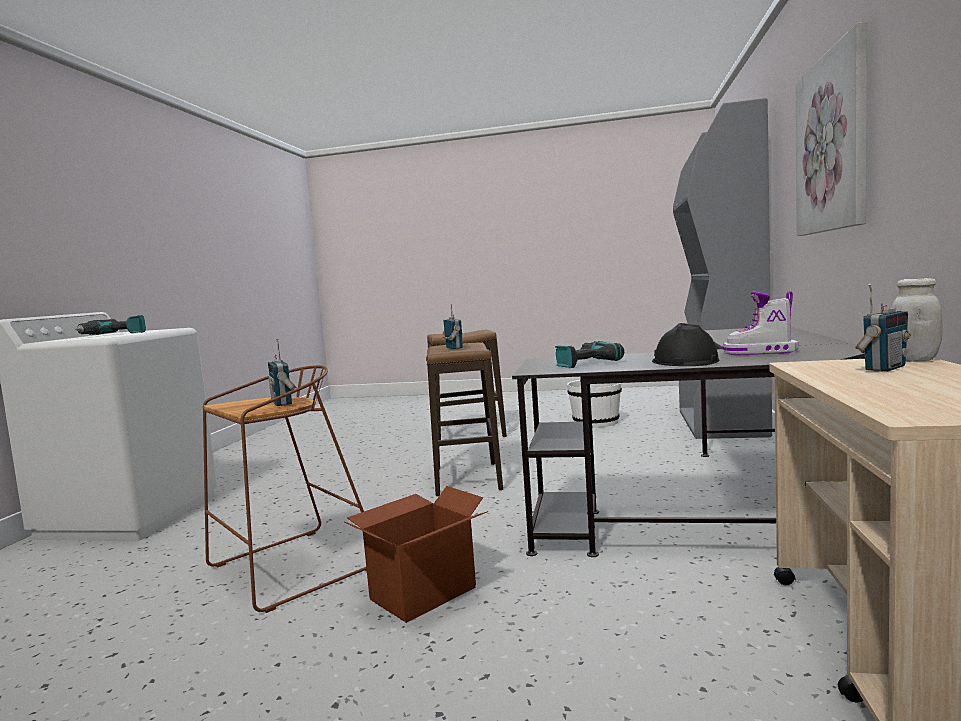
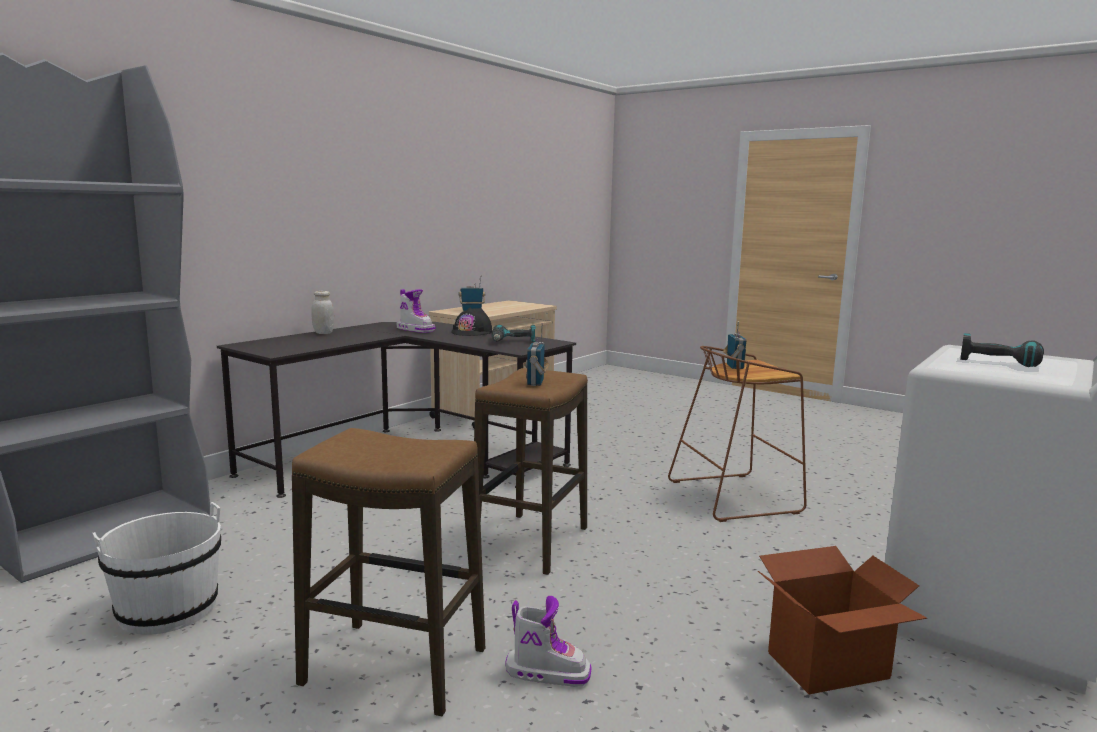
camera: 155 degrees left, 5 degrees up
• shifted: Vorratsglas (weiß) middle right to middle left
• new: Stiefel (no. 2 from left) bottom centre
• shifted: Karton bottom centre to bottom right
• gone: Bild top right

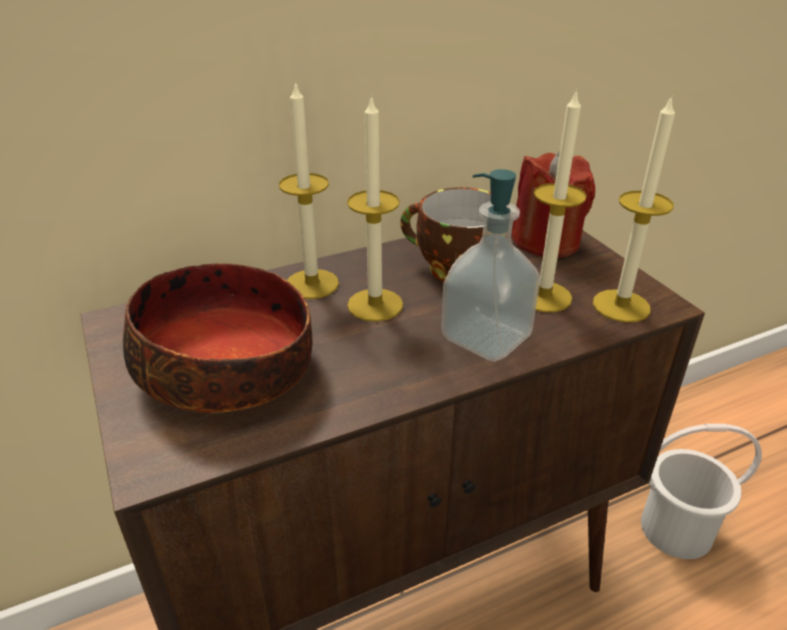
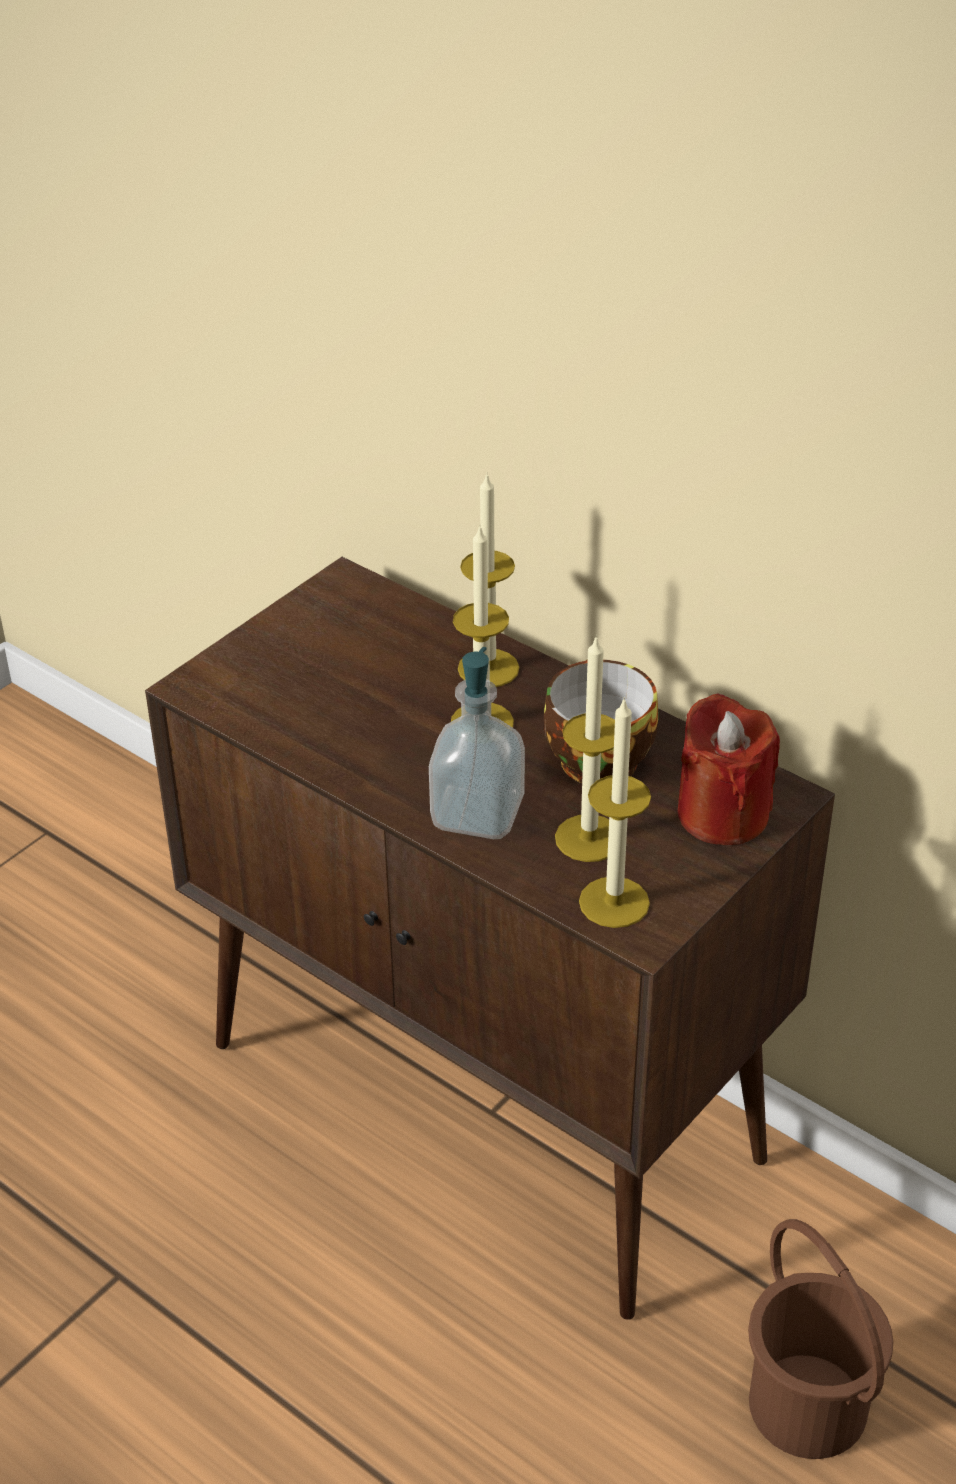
camera: 65 degrees right, 5 degrees up
• repainted: Eimer (weiß) bottom right to Eimer (braun) bottom right
• gone: Schüssel middle left

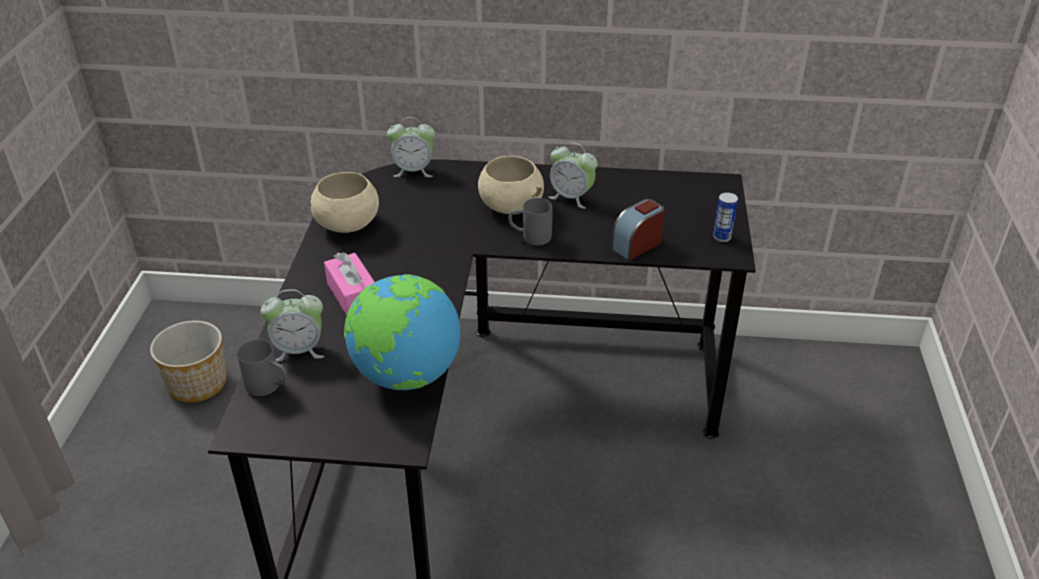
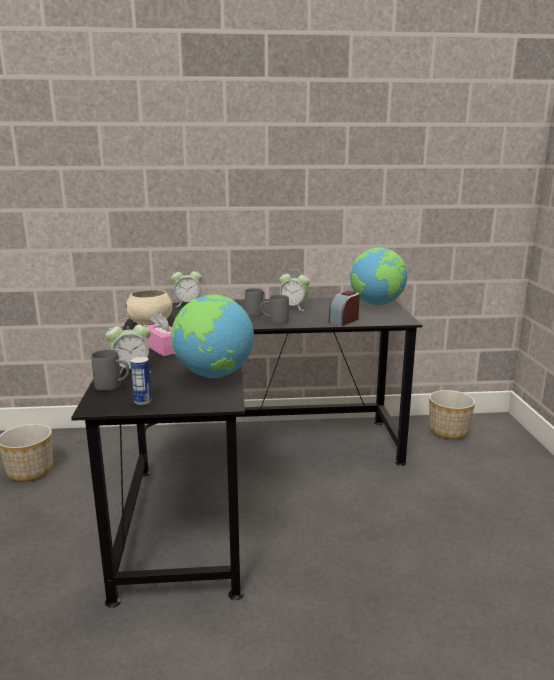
camera: 10 degrees left, 20 degrees down
• shifted: Dose middle right to middle left
• swapped: Schüssel (beige) (no. 2 from left) top centre to Henkelbecher (grau) (no. 2 from left) centre
• new: Globus (no. 2 from left) middle right
• new: Pflanzkübel (no. 2 from left) middle right

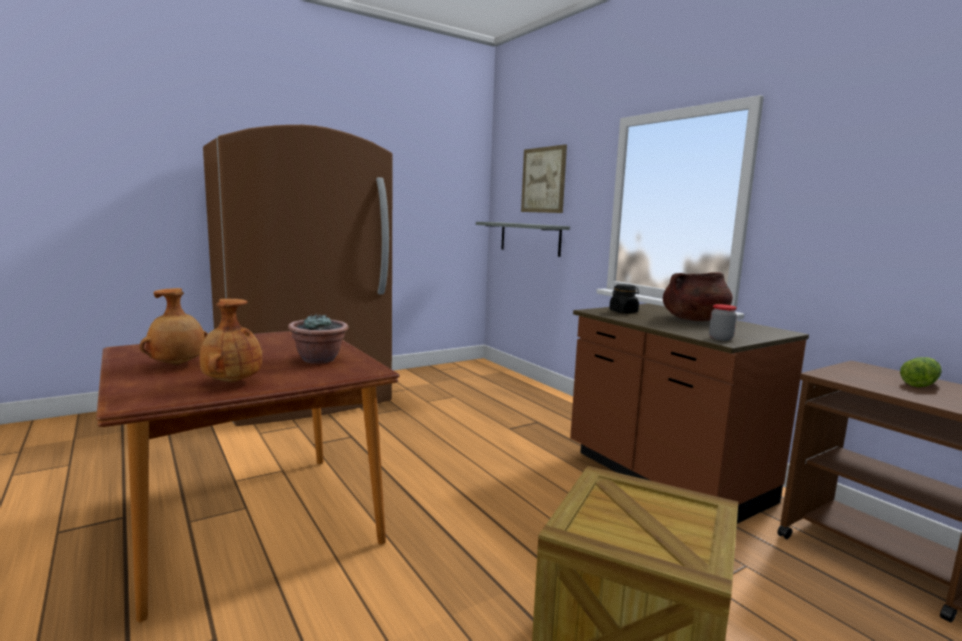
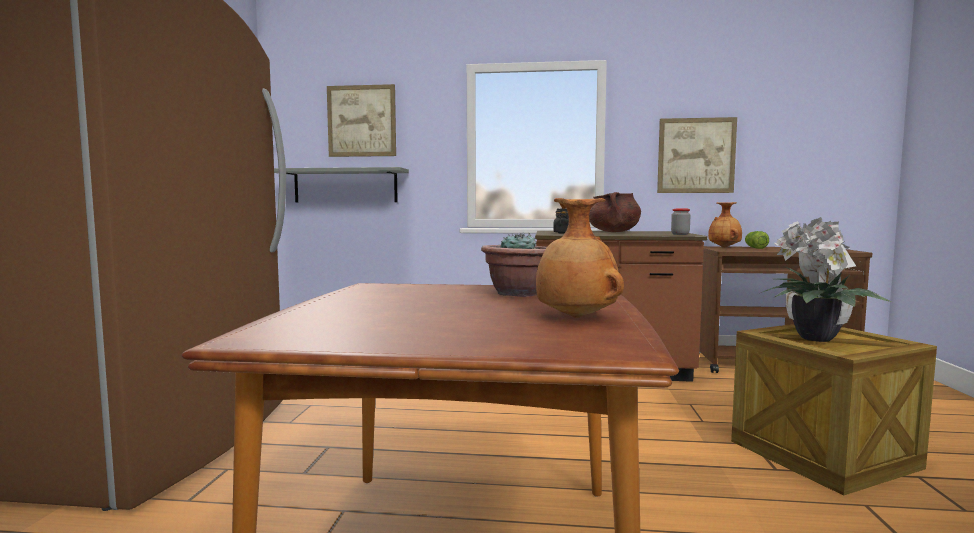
camera: 50 degrees left, 5 degrees down
• new: Bild (no. 2 from left) top right
• shifted: Vase (braun) (no. 1 from left in the first image) middle left to Vase (braun) (no. 2 from left) middle right
• new: Topfpflanze (no. 2 from left) middle right

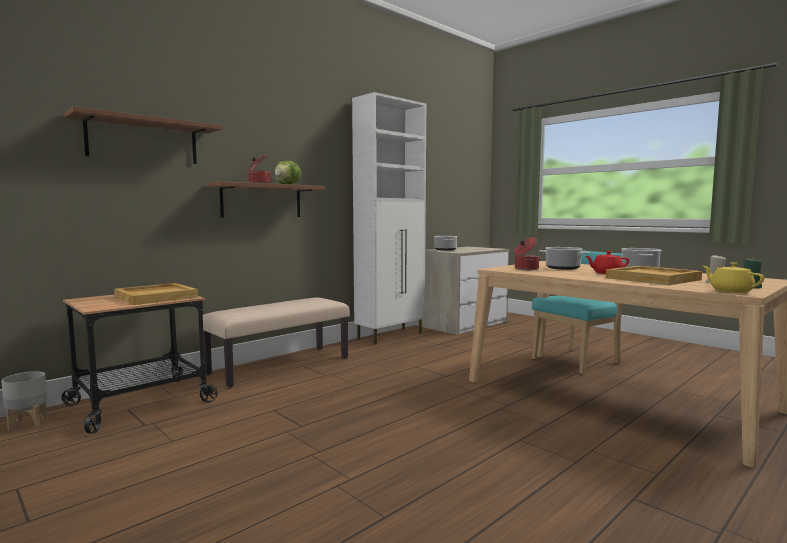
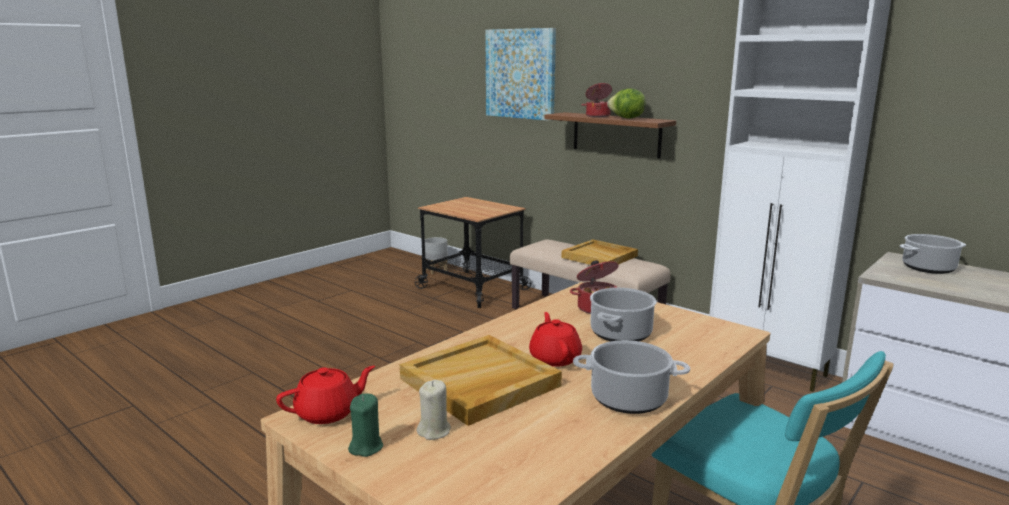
camera: 85 degrees right, 10 degrees up
• repainted: Teekanne (gelb) middle right to Teekanne (rot) (no. 1 from left) bottom left
• swapped: Wandregal (braun) (no. 1 from left) top left to Bild top centre
• shifted: Tablett (beige) (no. 1 from left in the first image) middle left to Tablett (beige) (no. 2 from left) centre

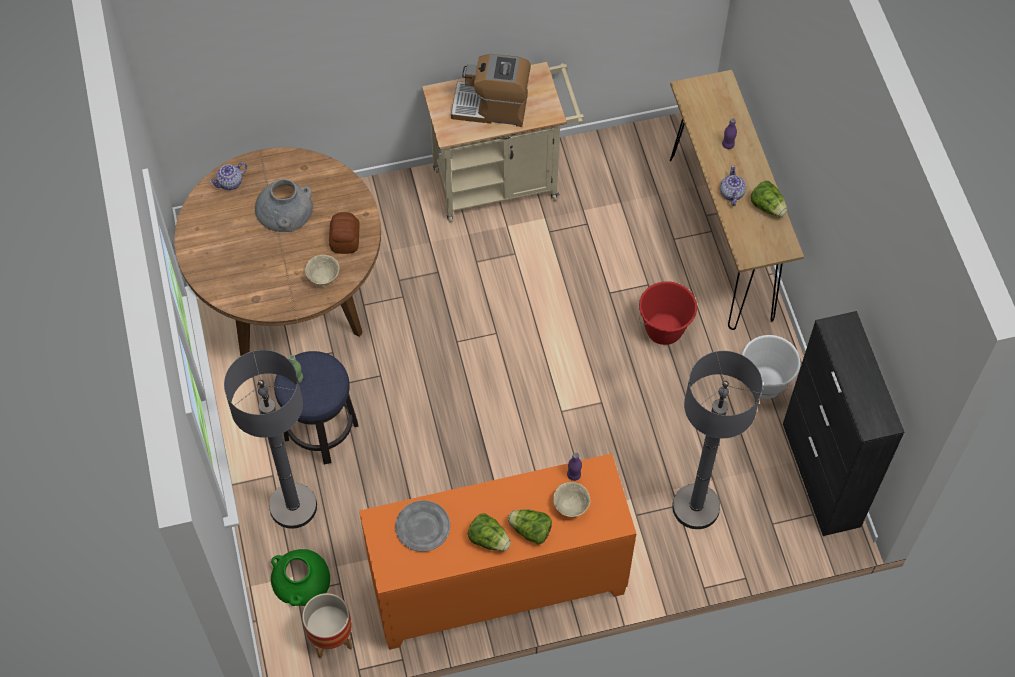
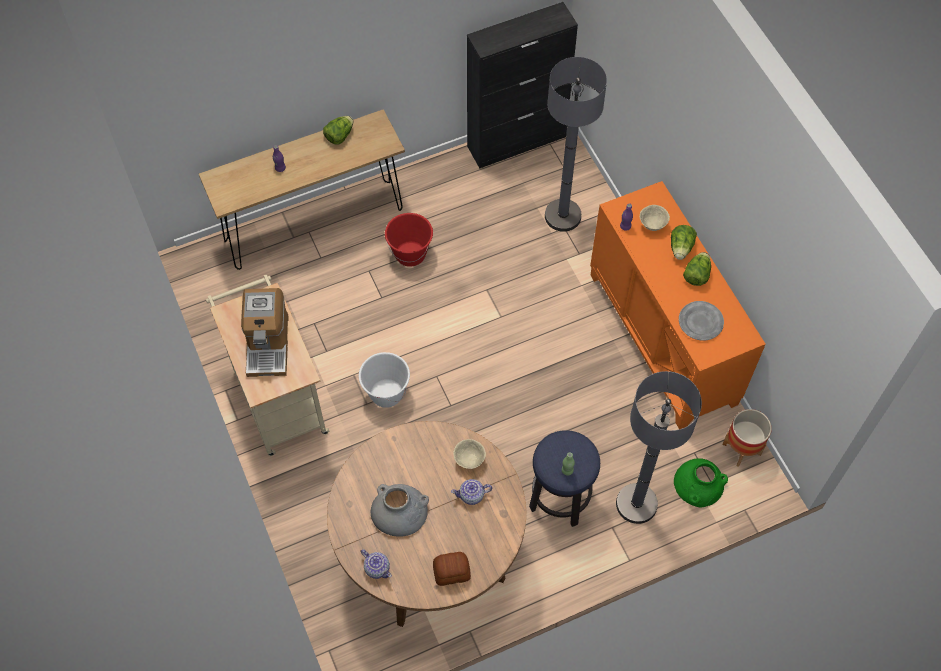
camera: 100 degrees left, 0 degrees up
• shifted: Eimer (weiß) middle right to centre
• shifted: Brot centre to bottom centre
• shifted: Teekanne (no. 2 from left) top right to bottom centre

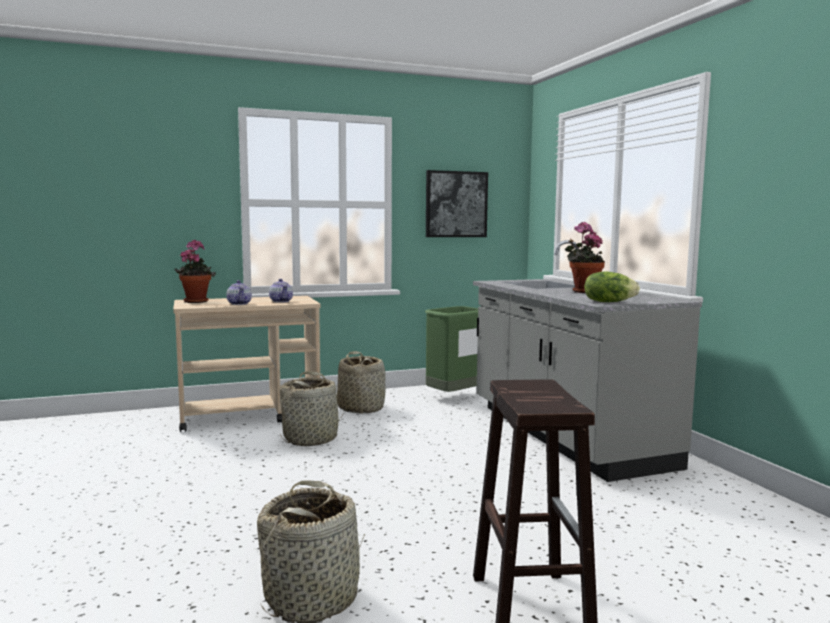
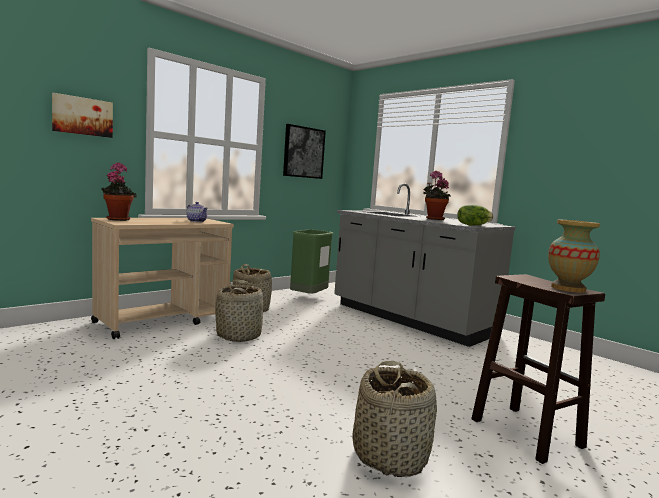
camera: 25 degrees left, 0 degrees up
• new: Bild (no. 1 from left) top left
• new: Vase middle right
• gone: Teekanne (no. 1 from left) middle left

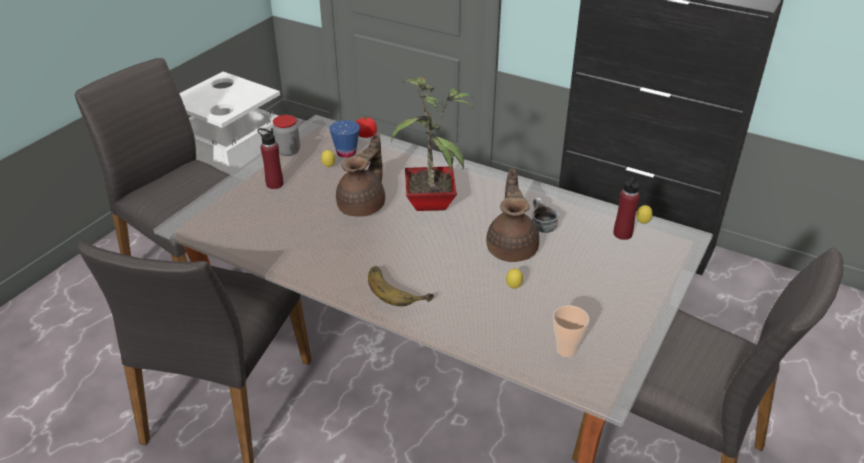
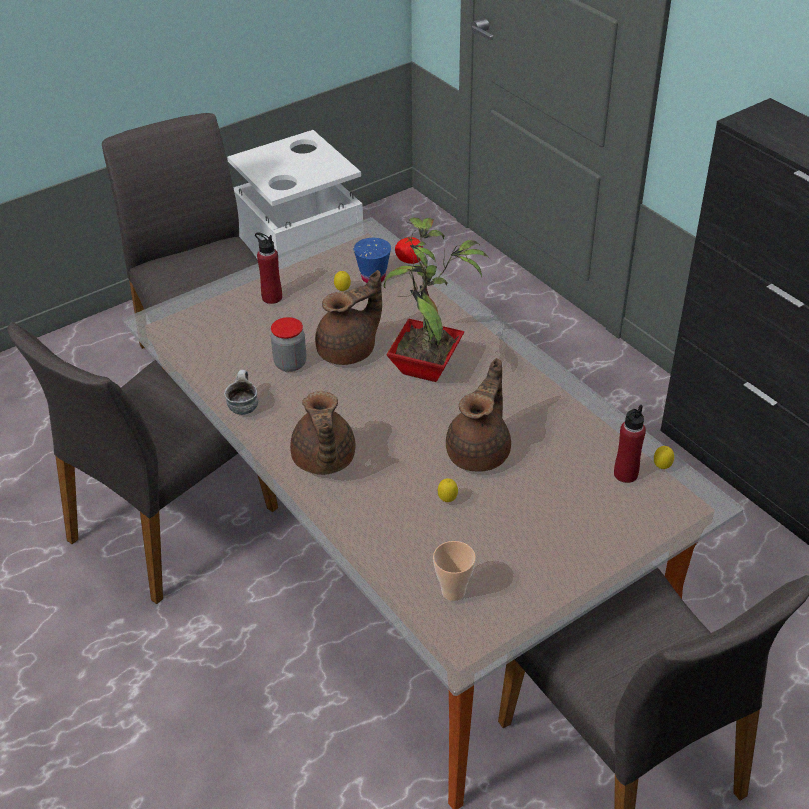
camera: 25 degrees right, 5 degrees up
• shifted: Henkelbecher centre to middle left
• shifted: Vorratsglas top left to centre
• swapped: Banane centre to Teekanne (braun) (no. 1 from left) centre

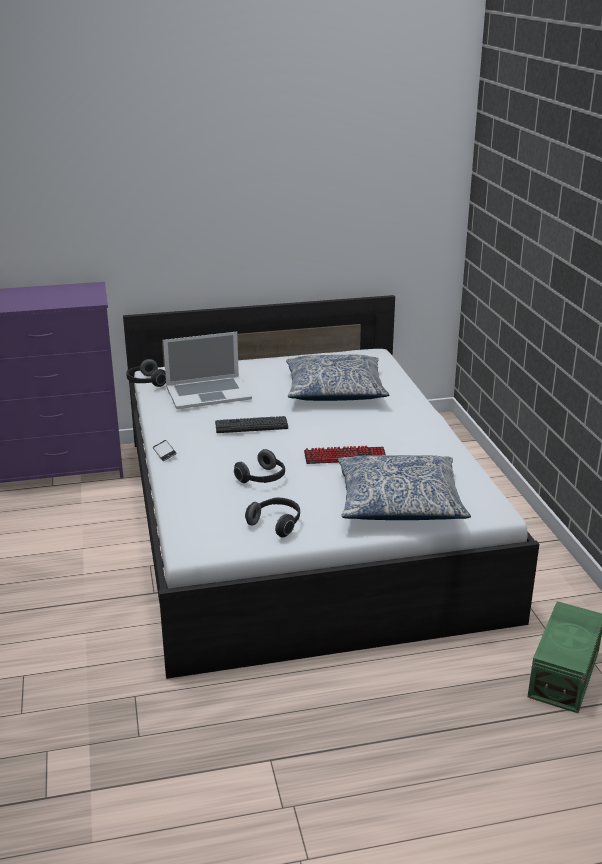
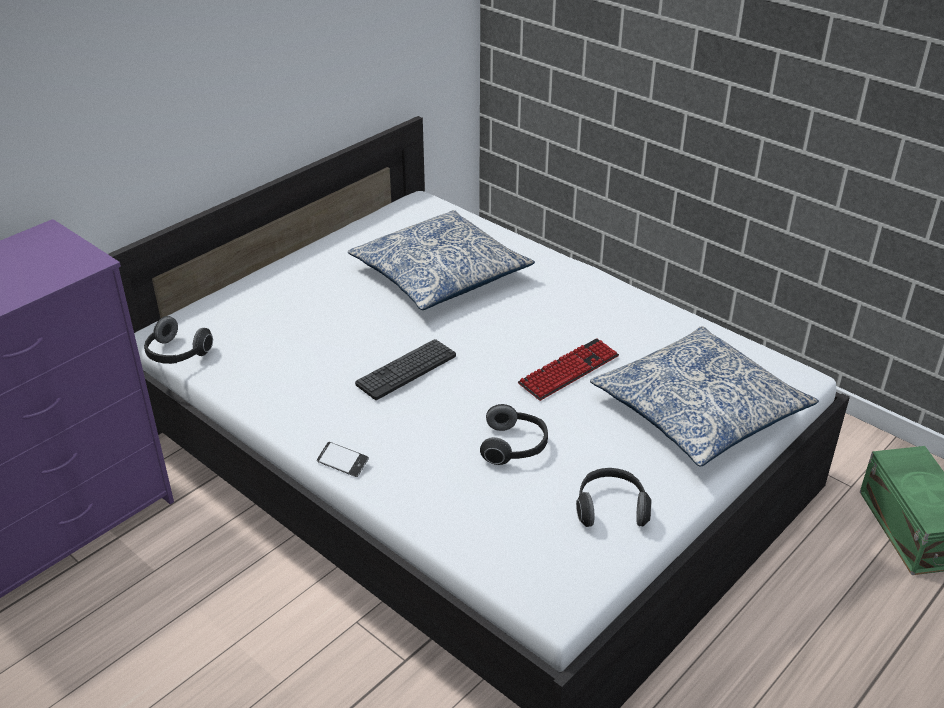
camera: 35 degrees left, 10 degrees up
• gone: Laptop centre

